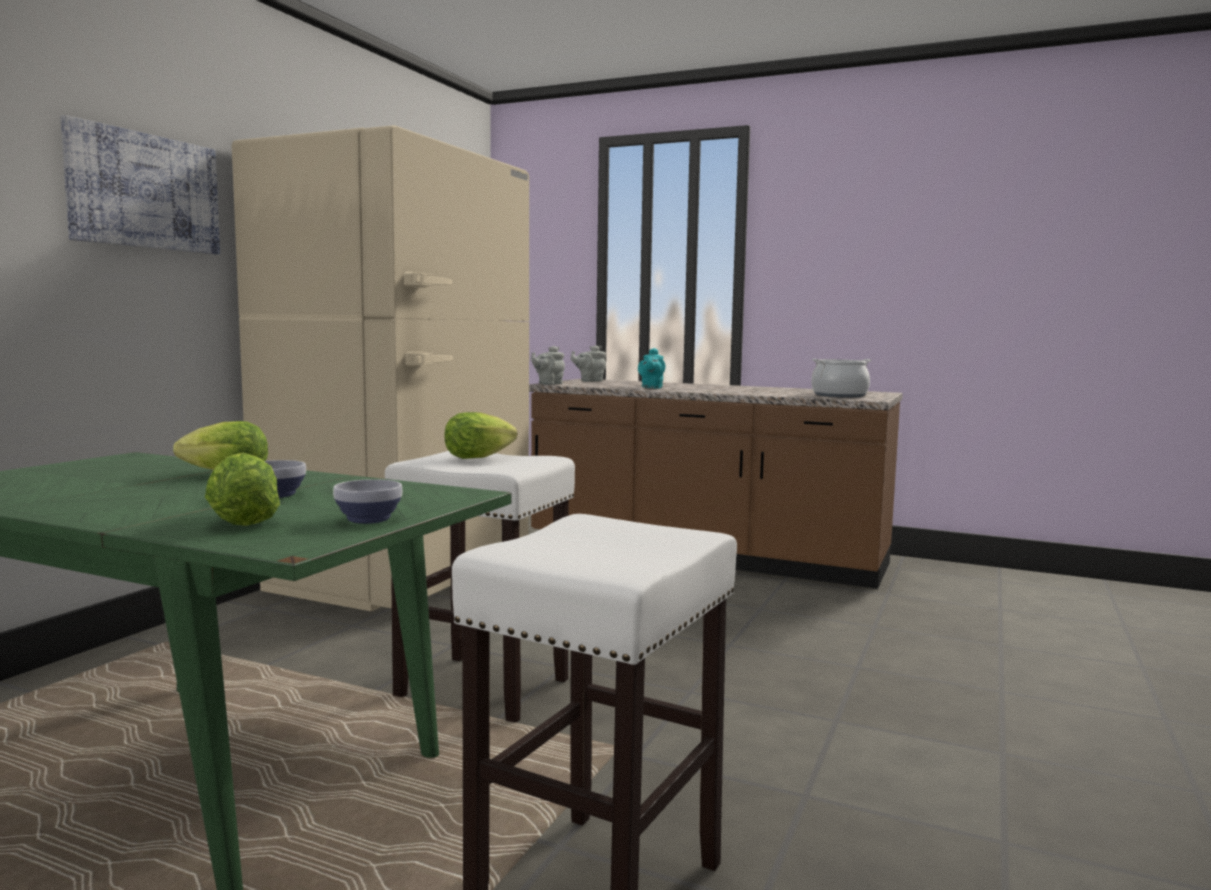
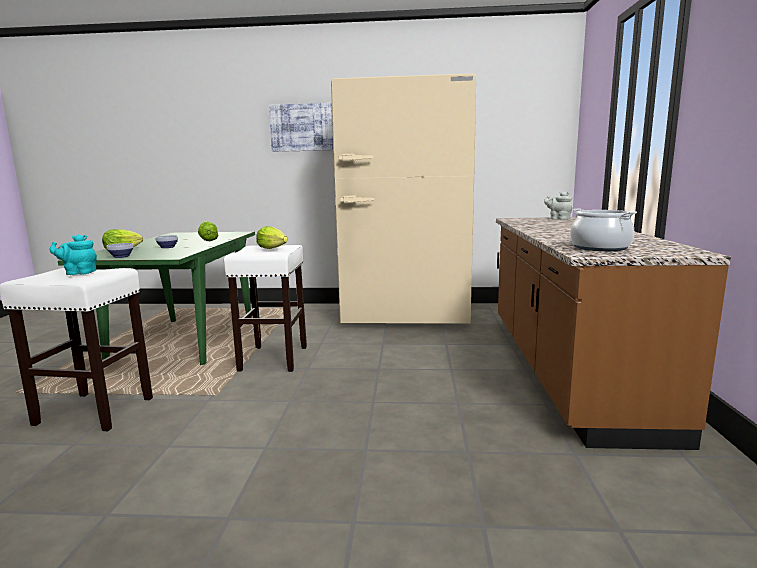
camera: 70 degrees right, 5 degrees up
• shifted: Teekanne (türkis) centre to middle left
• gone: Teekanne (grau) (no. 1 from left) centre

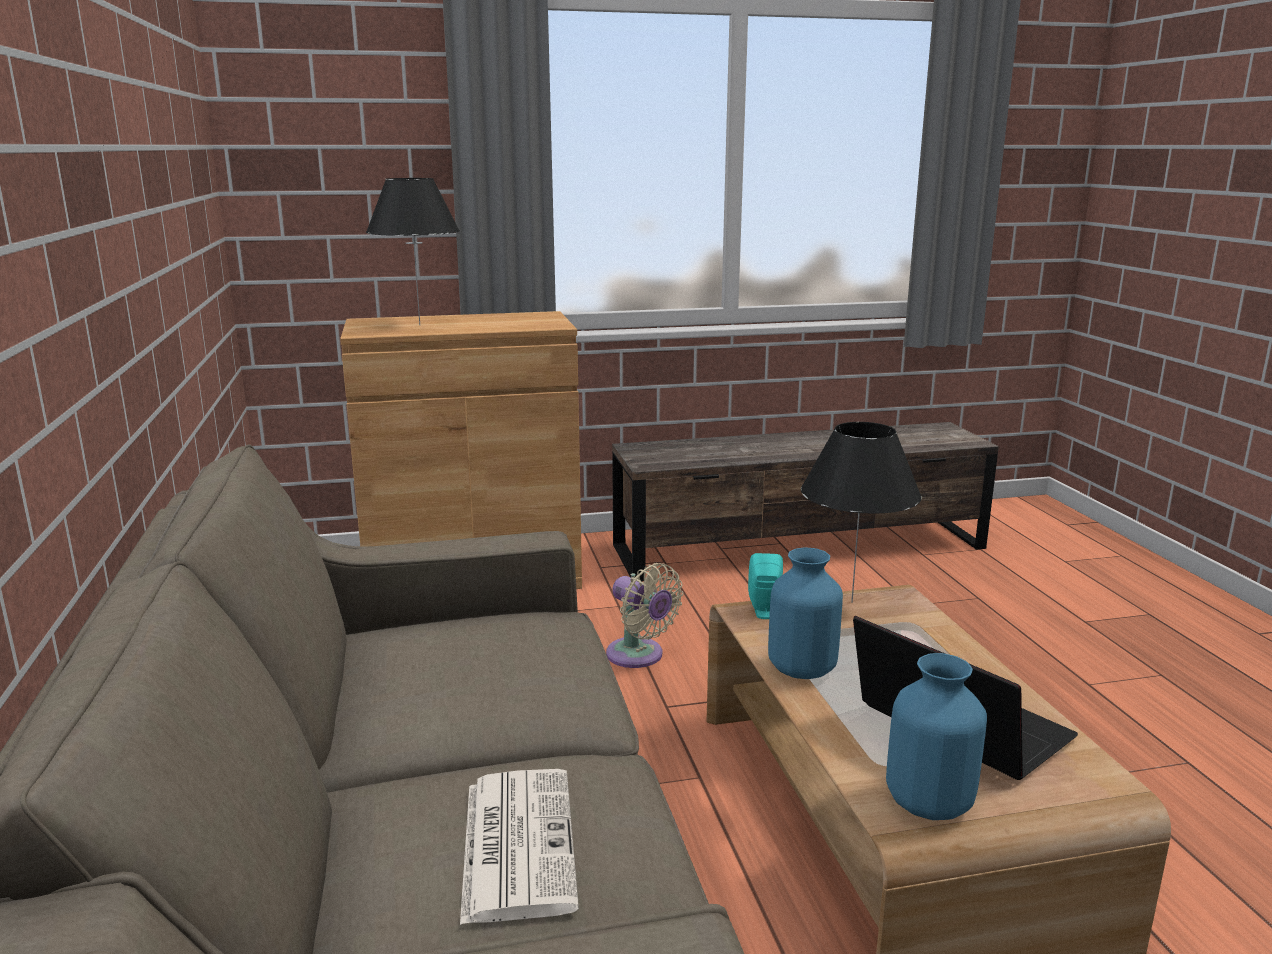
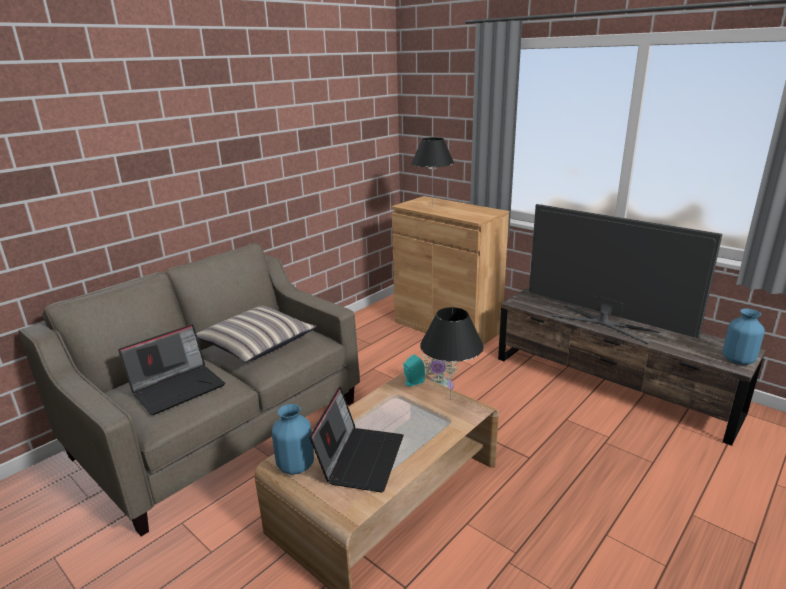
camera: 55 degrees right, 5 degrees up
• swapped: Zeitung bottom centre to Laptop (no. 1 from left) middle left
• new: Kissen middle left
• new: Fernseher middle right
• shifted: Vase (blau) (no. 1 from left in the first image) centre to Vase (blau) (no. 2 from left) middle right

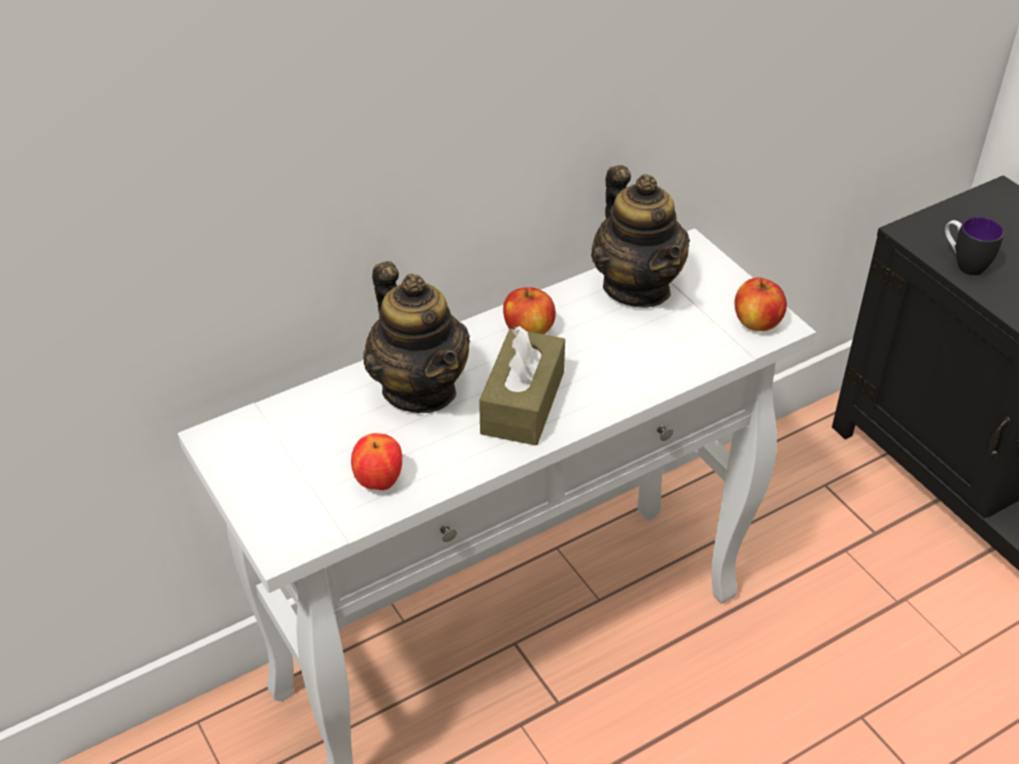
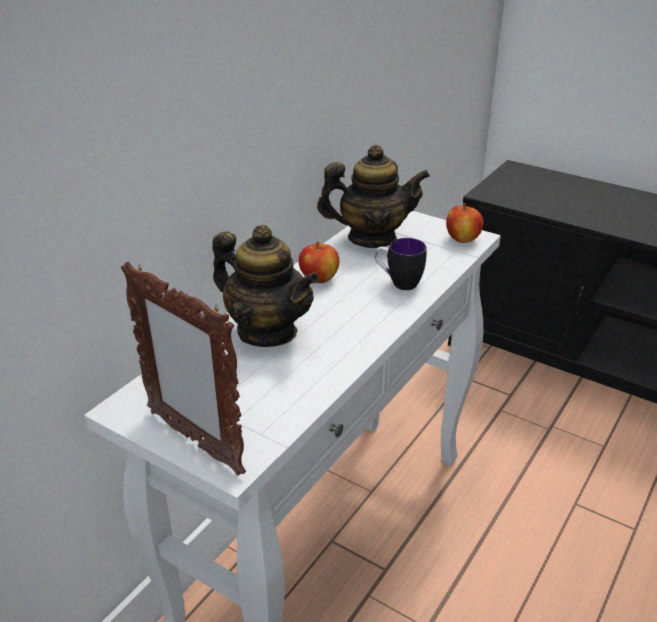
camera: 25 degrees left, 10 degrees down
• new: Bilderrahmen middle left
• rotated: Teekanne (no. 2 from left) top centre = top centre 45 degrees counterclockwise
• shifted: Henkelbecher top right to centre
• gone: Apfel (no. 1 from left) centre
• gone: Taschentuchbox (braun) centre

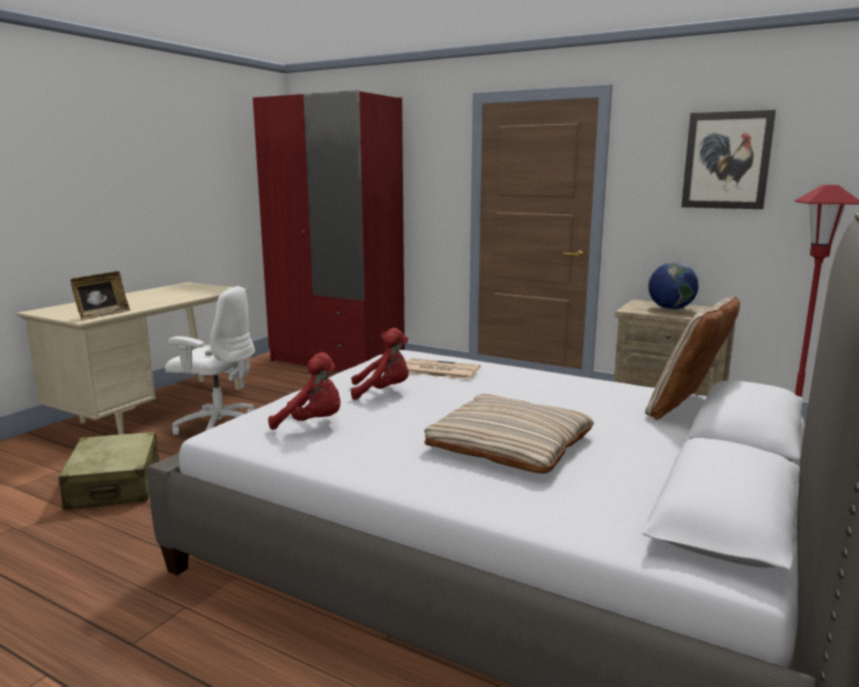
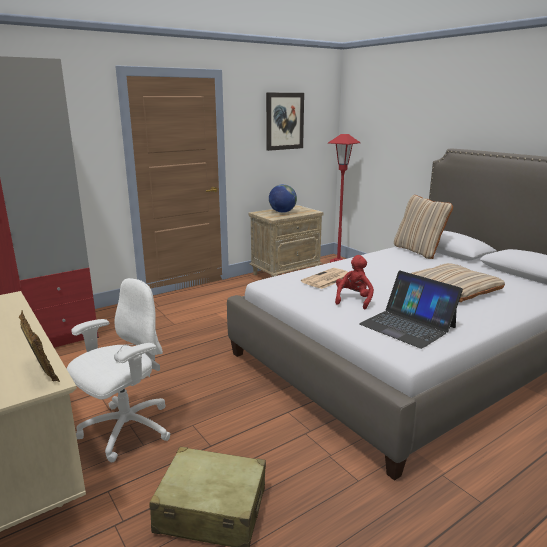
camera: 65 degrees left, 5 degrees up
• swapped: Plüschtier (rot) (no. 1 from left) centre to Laptop middle right

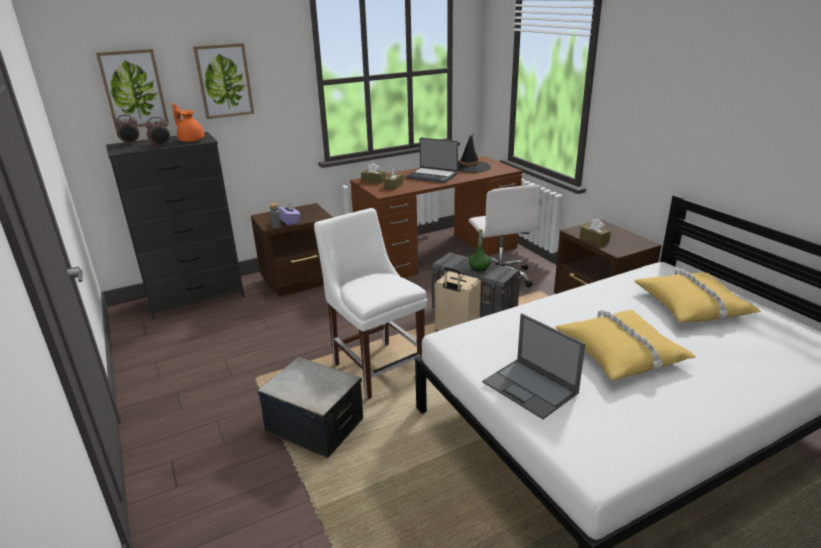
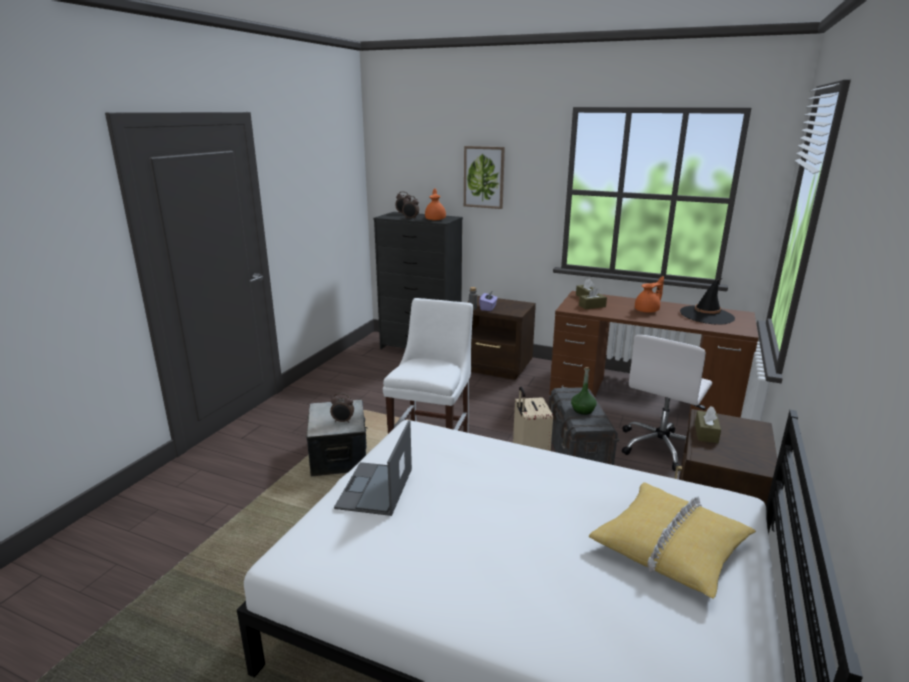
camera: 50 degrees right, 5 degrees down
• new: Wecker (no. 1 from left) centre
• swapped: Laptop (no. 1 from left) top centre to Teekanne (orange) (no. 2 from left) middle right
• gone: Bild (no. 1 from left) top left
• gone: Kissen (gelb) (no. 1 from left) middle right

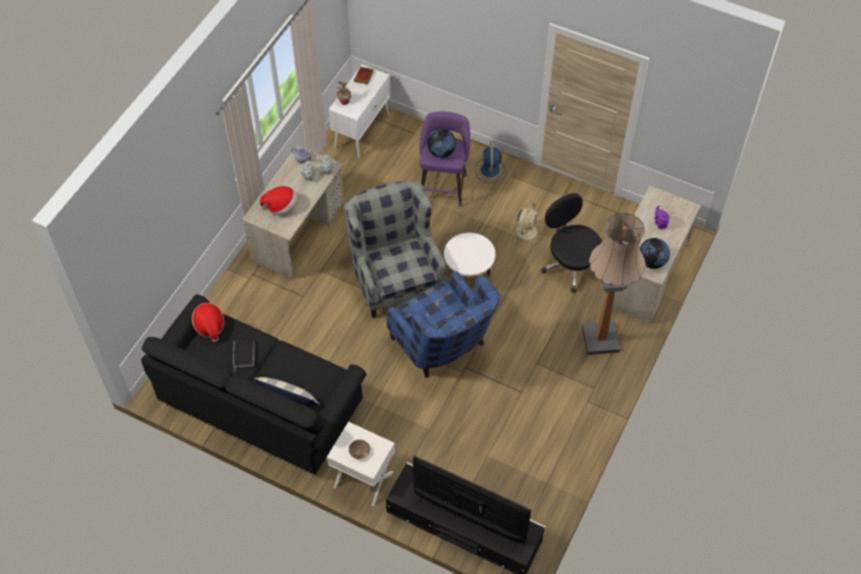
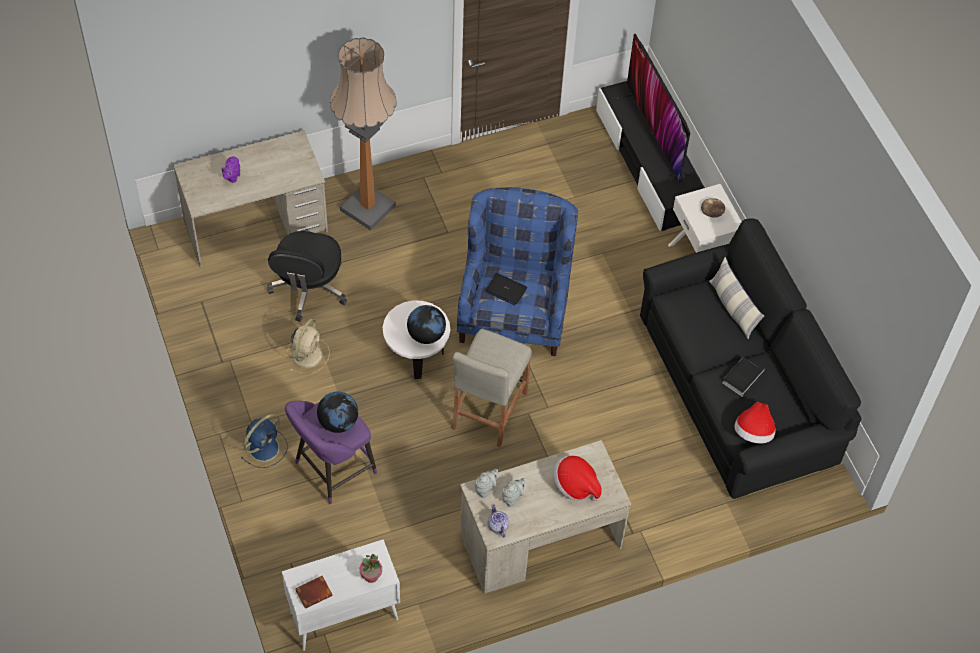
camera: 140 degrees left, 0 degrees up
• rotated: Ventilator (beige) centre = middle left 135 degrees clockwise
• shifted: Globus (no. 2 from left) middle right to centre
• swapped: Sessel (grau) centre to Hocker (beige) centre
• new: Laptop centre

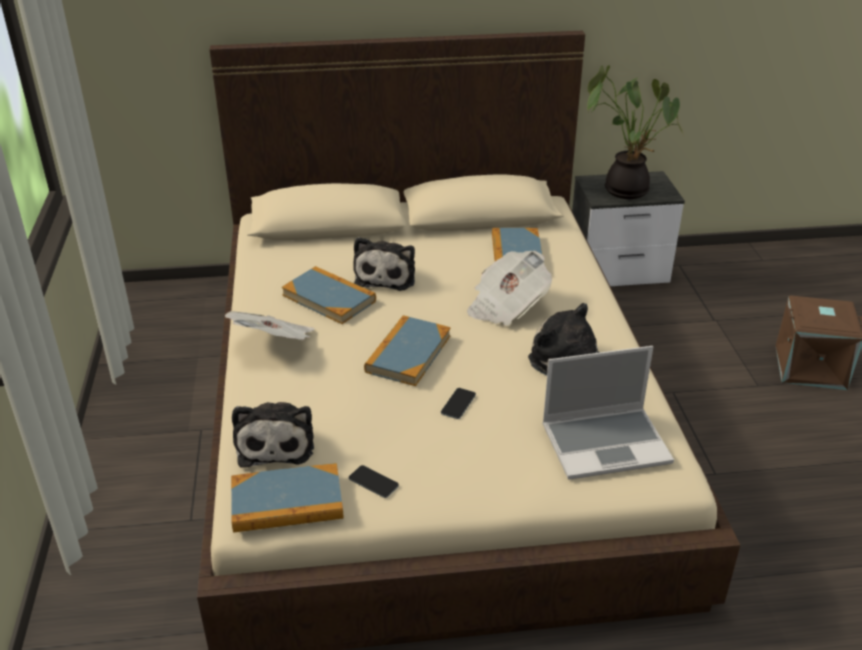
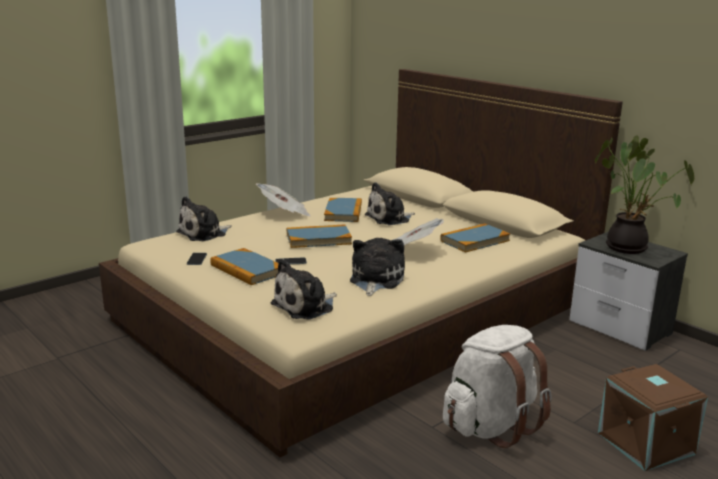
camera: 55 degrees right, 15 degrees down
• shifted: Buch (no. 1 from left) bottom left to centre
• swapped: Laptop middle right to Plüschtier (no. 2 from left) centre
• new: Rucksack (weiß) bottom right

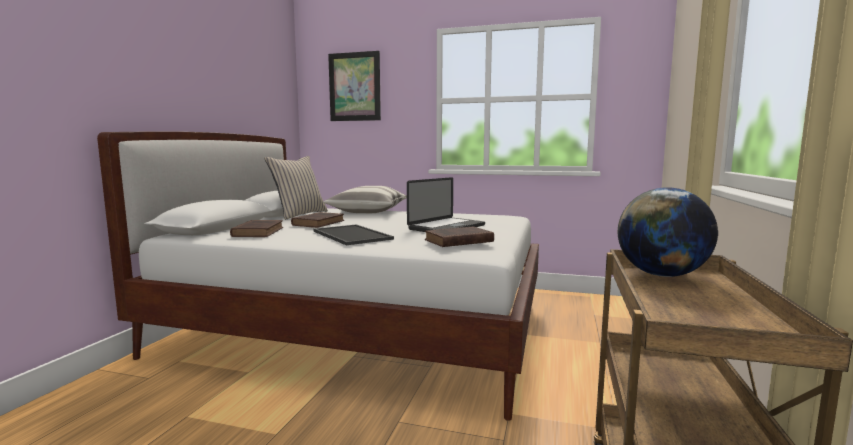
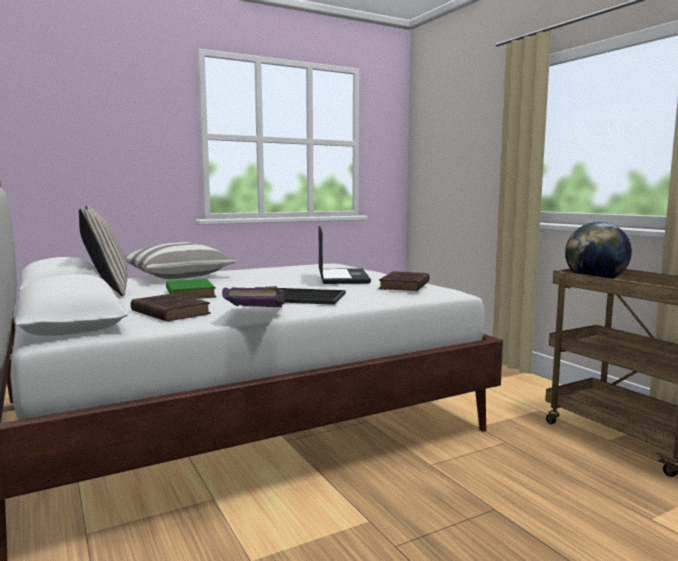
camera: 45 degrees left, 0 degrees up
• repainted: Buch (braun) (no. 2 from left) centre to Buch (grün) middle left
• new: Buch (lila) centre
• gone: Bild top centre

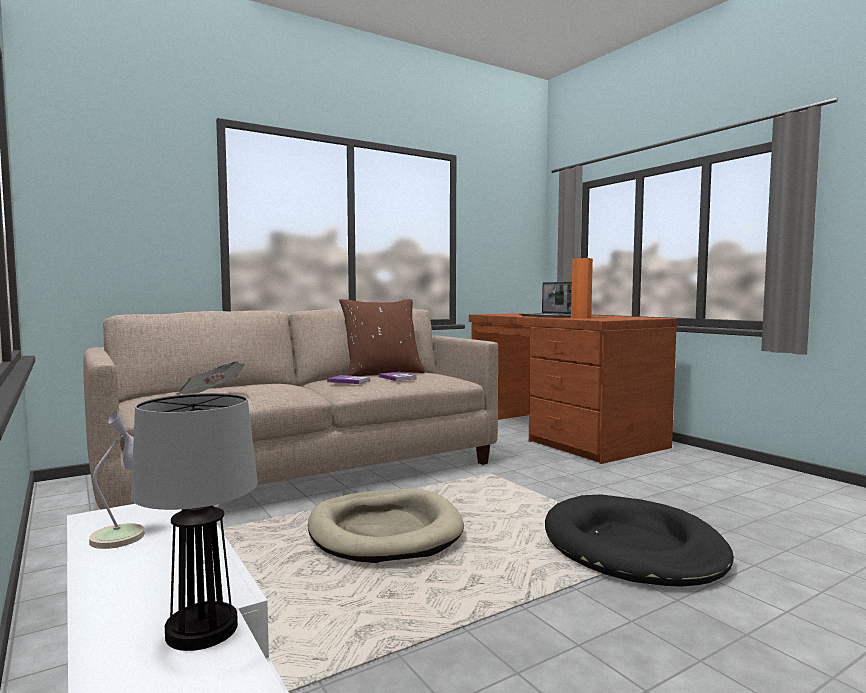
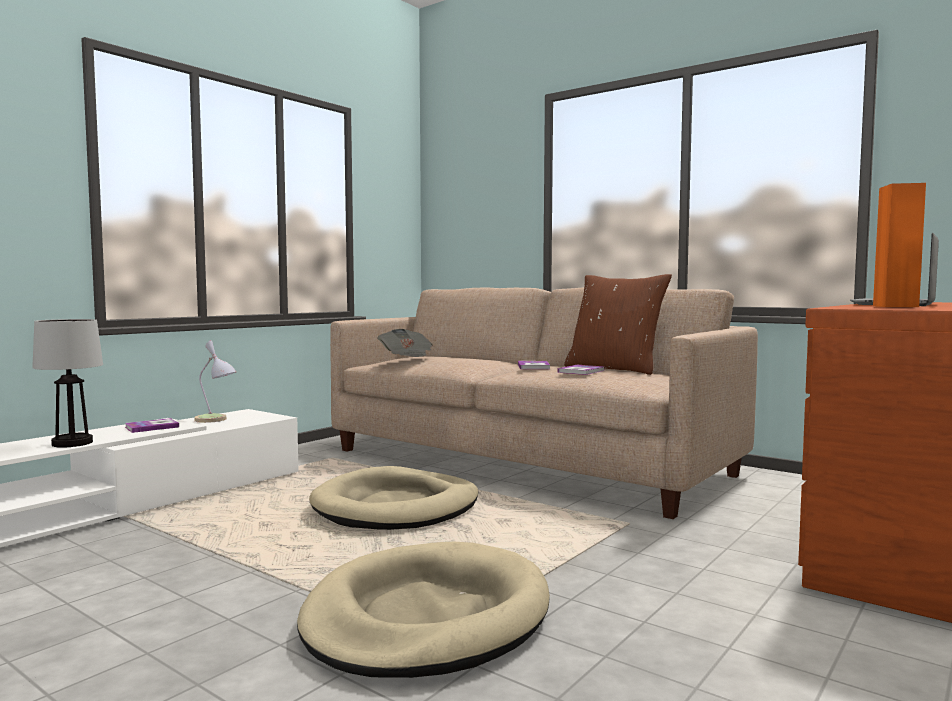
camera: 70 degrees right, 0 degrees up
• new: Buch (no. 1 from left) middle left
• repainted: Hundebett (schwarz) bottom right to Hundebett (beige) (no. 2 from left) bottom centre

